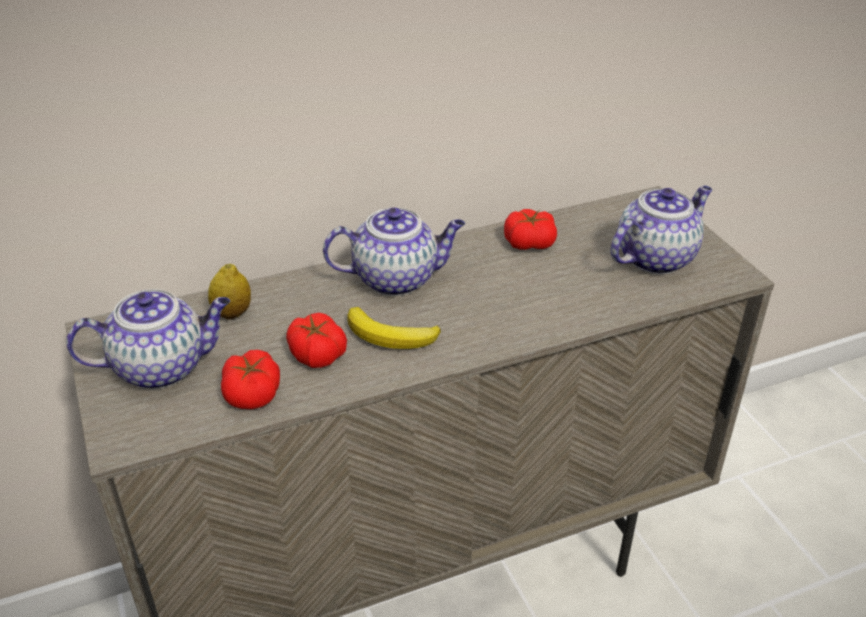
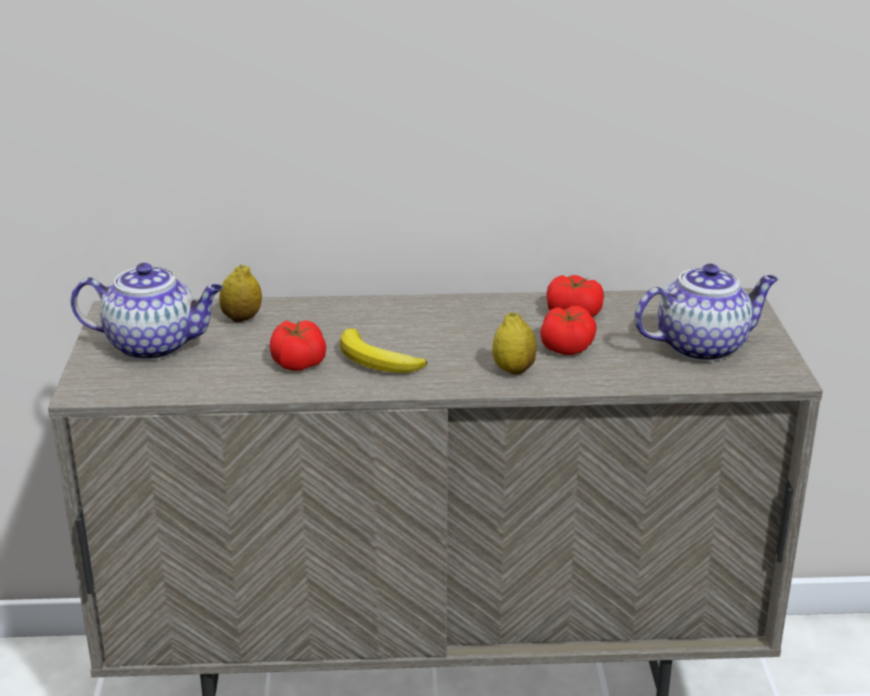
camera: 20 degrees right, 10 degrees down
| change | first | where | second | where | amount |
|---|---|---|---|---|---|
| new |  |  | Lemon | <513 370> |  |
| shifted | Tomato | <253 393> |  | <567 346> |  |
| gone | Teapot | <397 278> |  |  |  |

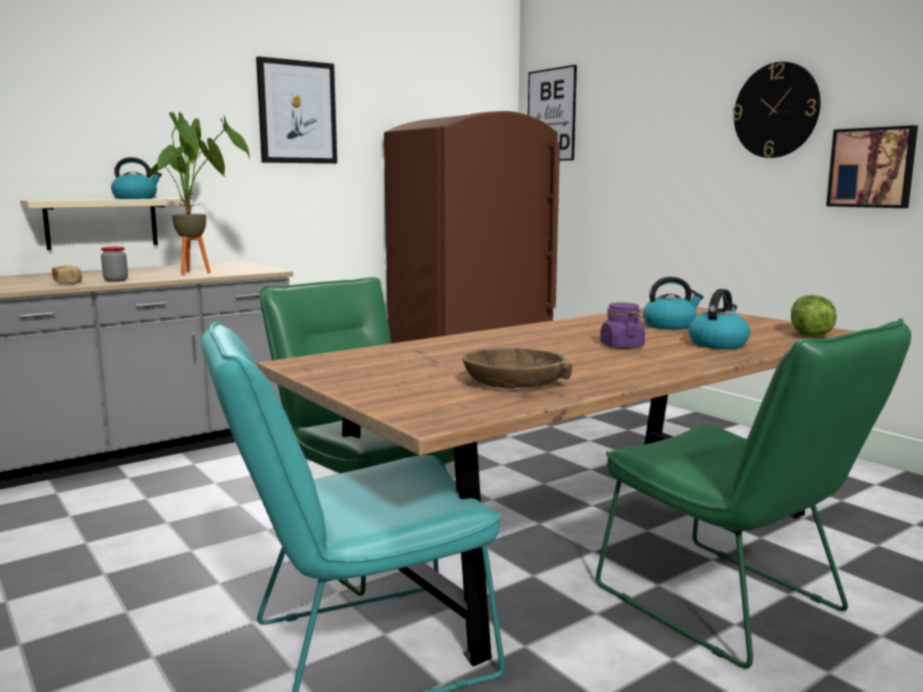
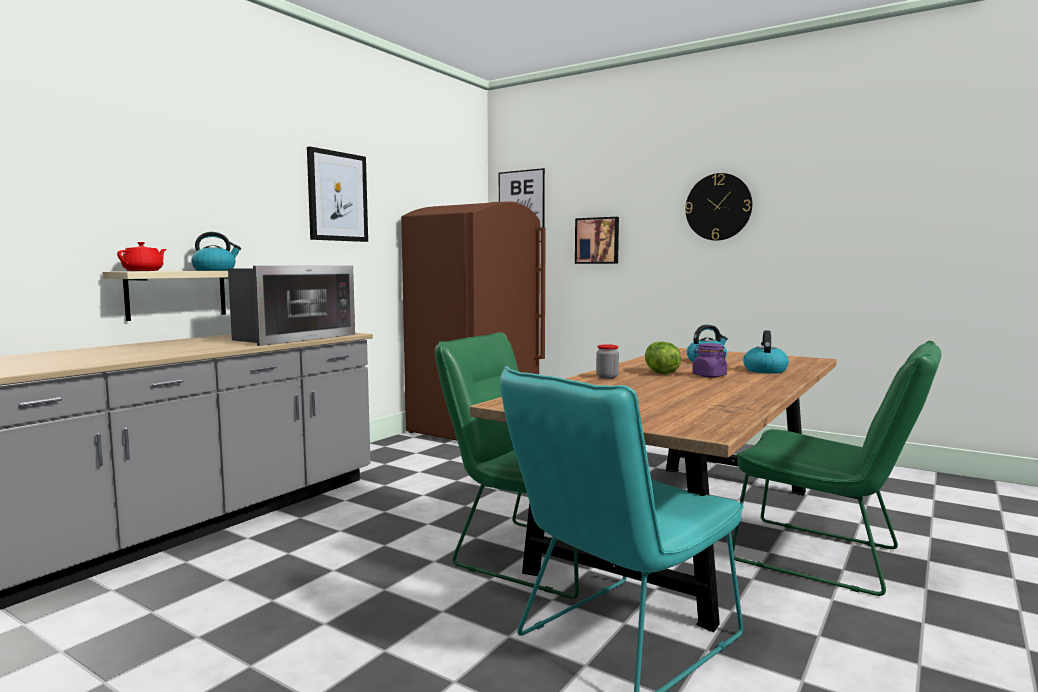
camera: 20 degrees left, 5 degrees down
| change | first | where | second | where | amount |
|---|---|---|---|---|---|
| new |  |  | RedTeapot | <144 271> |  |
| swapped | PottedPlant | <200 272> | Microwave | <291 338> |  |
| shifted | Picture | <872 167> |  | <597 240> |  |
| shifted | Jar | <116 280> |  | <607 377> |  |
| shifted | Lettuce | <808 334> |  | <660 373> |  |
| gone | Bread | <68 283> |  |  |  |
| gone | BrownBowl | <515 382> |  |  |  |

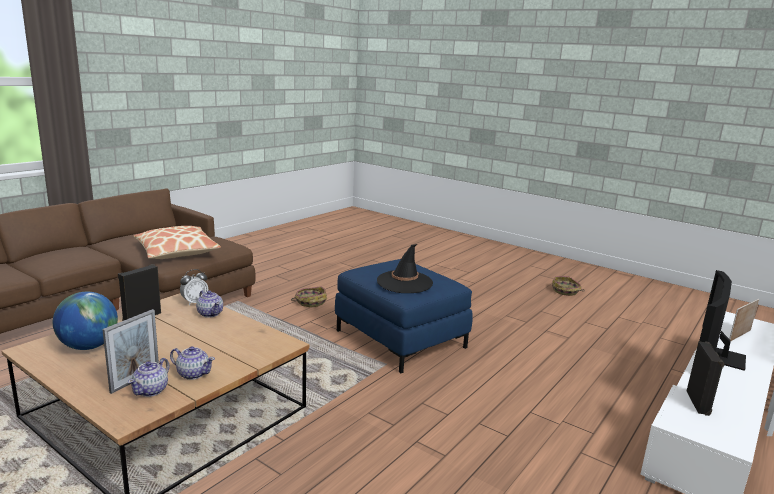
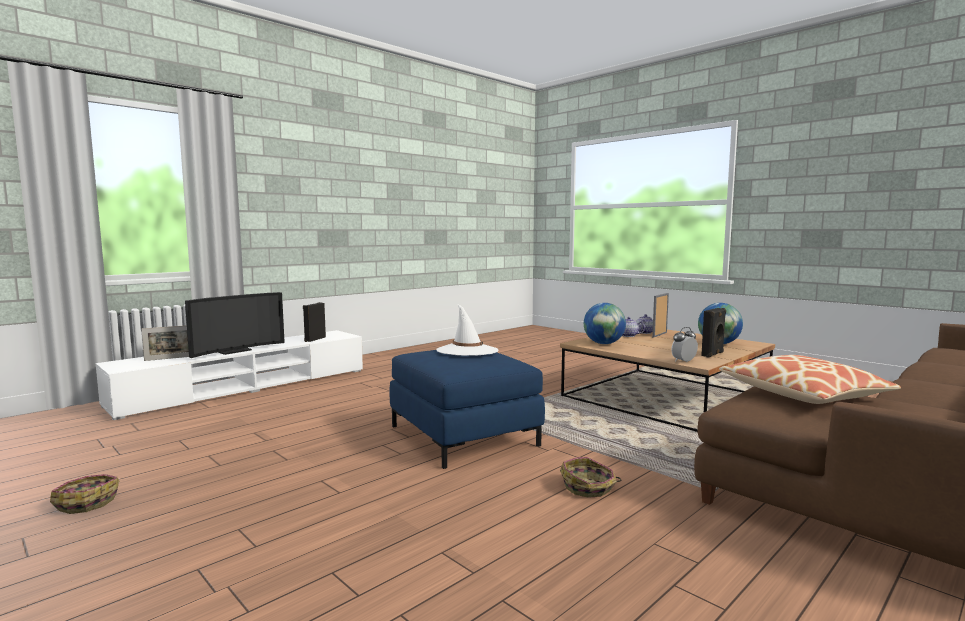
camera: 170 degrees left, 10 degrees down
| change | first | where | second | where | amount |
|---|---|---|---|---|---|
| repainted | BlackHat | <404 282> | WhiteHat | <467 351> |  |
| new |  |  | Globe | <604 344> |  |
| gone | Teapot | <210 313> |  |  |  |

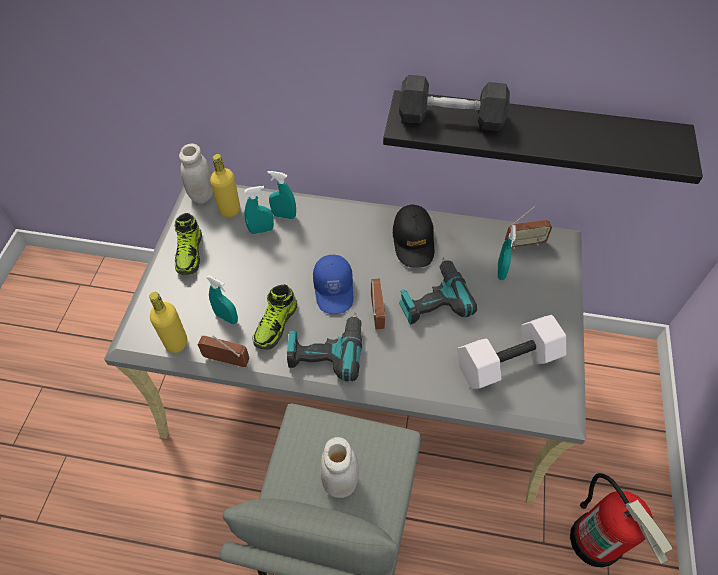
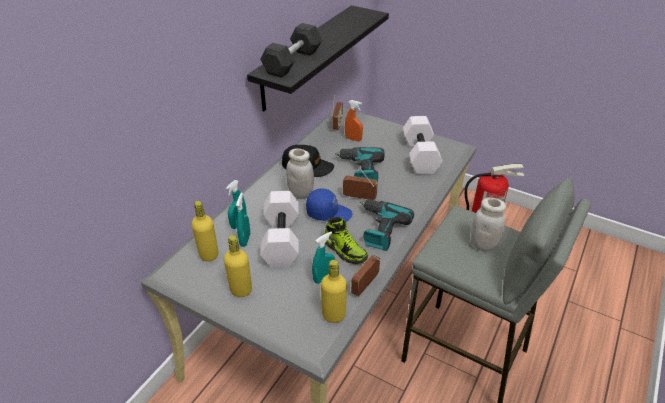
camera: 70 degrees left, 15 degrees down
| change | first | where | second | where | amount |
|---|---|---|---|---|---|
| swapped | Shoe | <190 253> | YellowBottle | <241 290> |  |
| new |  |  | WhiteDumbbell | <280 239> |  |
| shifted | WhiteJar | <202 195> |  | <301 193> |  |
| repainted | TurquoiseSprayBottle | <501 271> | OrangeSprayBottle | <353 139> |  |

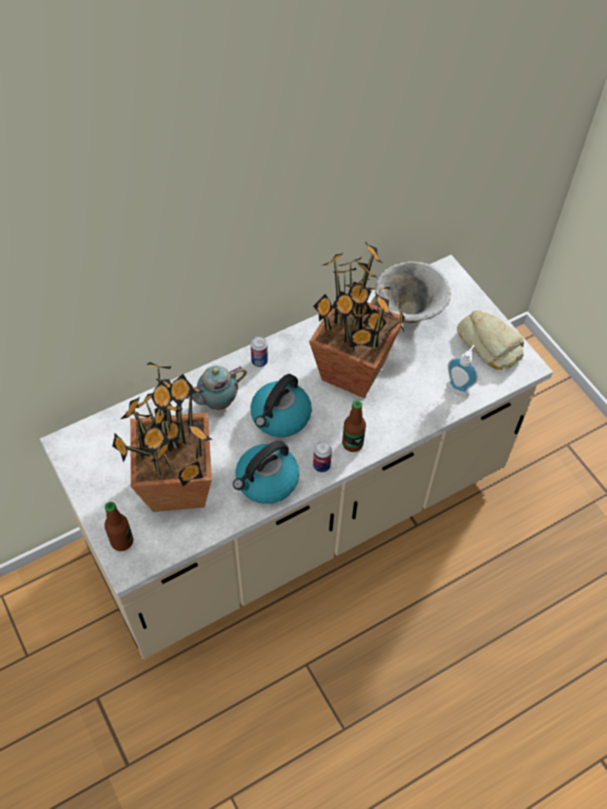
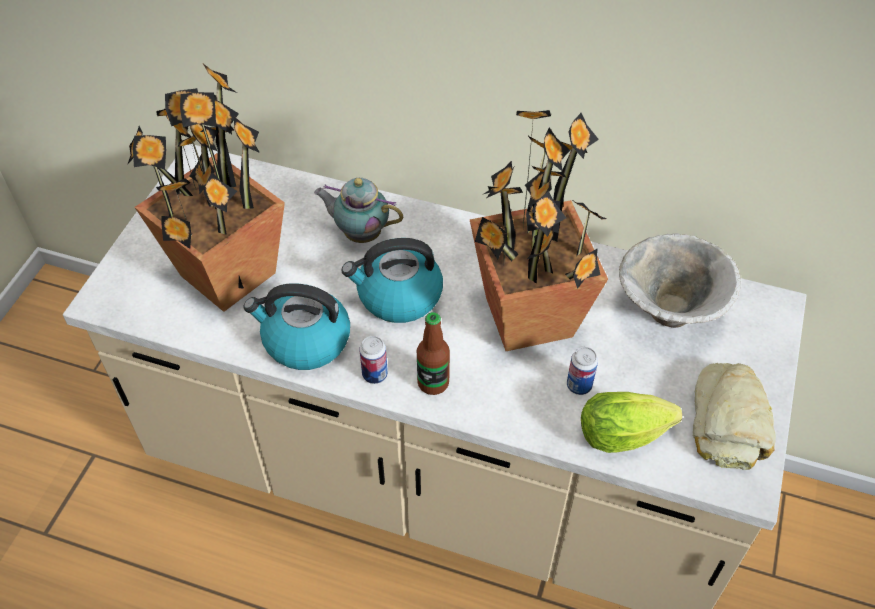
camera: 50 degrees right, 5 degrees down
| change | first | where | second | where | amount |
|---|---|---|---|---|---|
| shifted | Can | <259 361> |  | <579 385> |  |
| swapped | SoapDispenser | <459 388> | Lettuce | <627 434> |  |
| gone | Bottle | <122 541> |  |  |  |

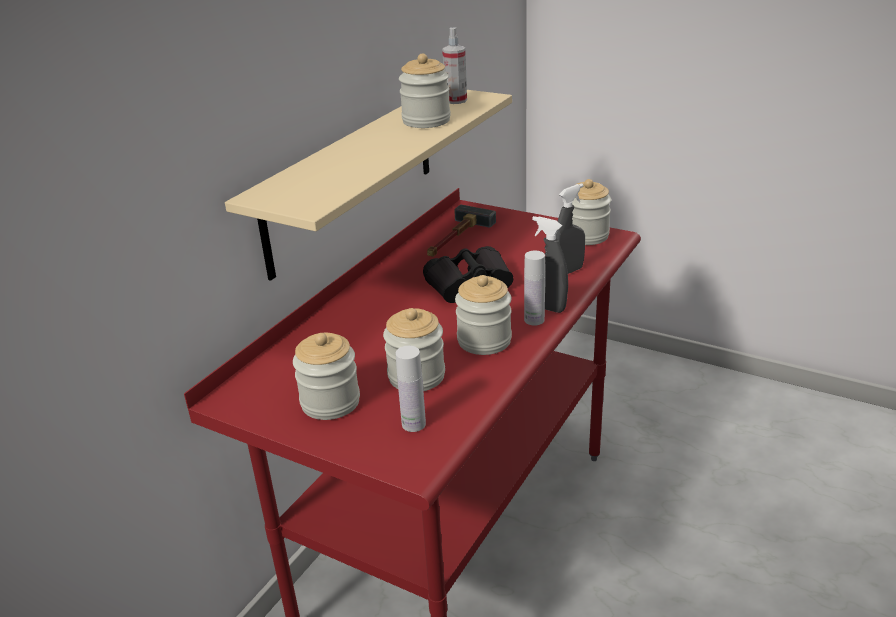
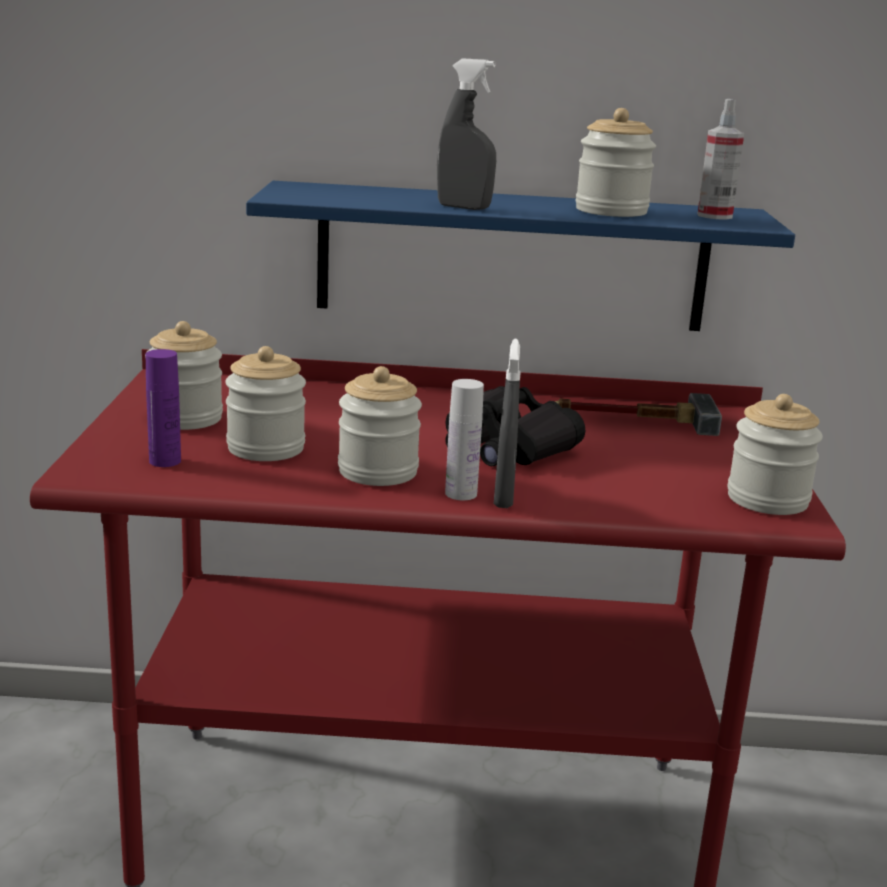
camera: 60 degrees right, 10 degrees down
| change | first | where | second | where | amount |
|---|---|---|---|---|---|
| repainted | WhiteBottle | <413 424> | PurpleBottle | <165 461> |  |
| repainted | BeigeShelf | <352 178> | BlueShelf | <512 257> |  |
| shifted | GreySprayBottle | <568 271> |  | <463 207> |  |

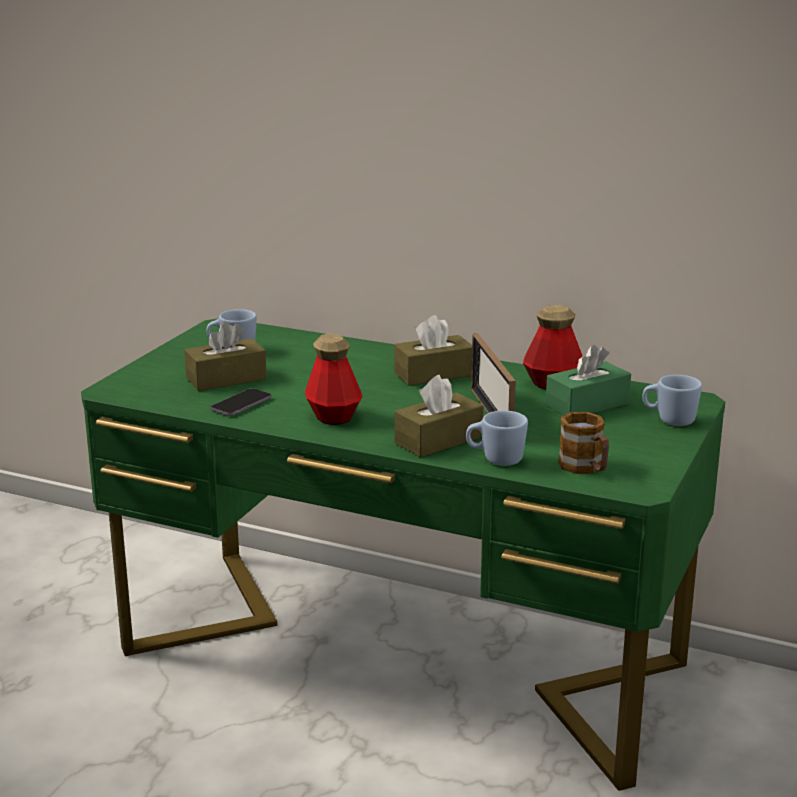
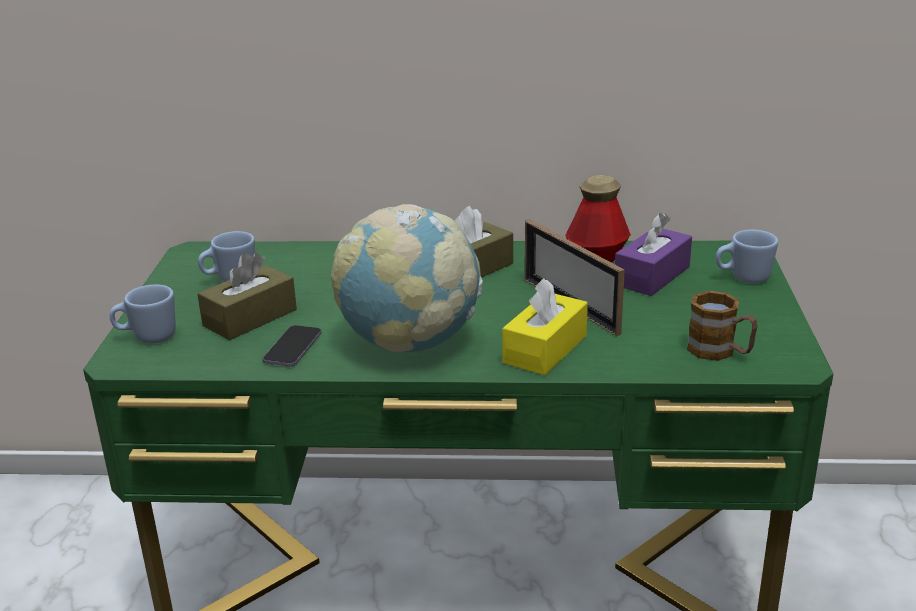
camera: 20 degrees left, 5 degrees up
| change | first | where | second | where | amount |
|---|---|---|---|---|---|
| shifted | BlueMug | <495 459> |  | <147 337> |  |
| swapped | Bottle | <334 417> | Globe | <409 343> |  |
| repainted | BrownTissueBox | <438 440> | YellowTissueBox | <545 349> |  |
| repainted | GreenTissueBox | <587 405> | PurpleTissueBox | <652 276> |  |

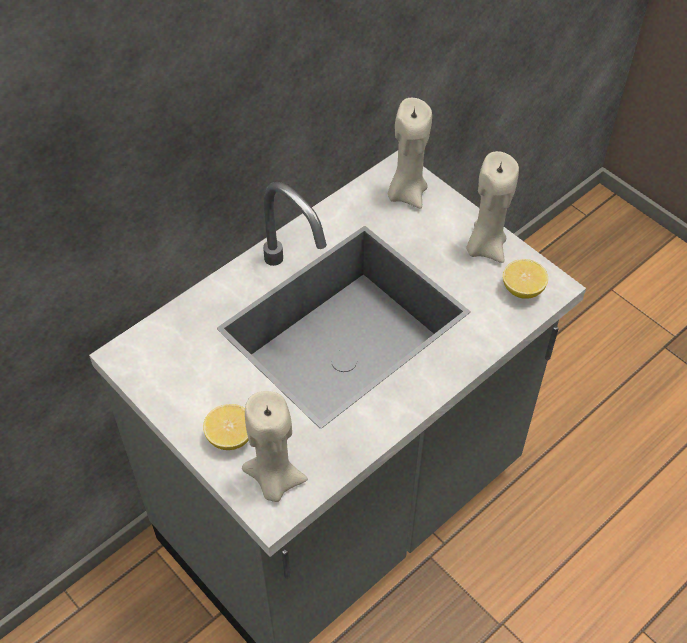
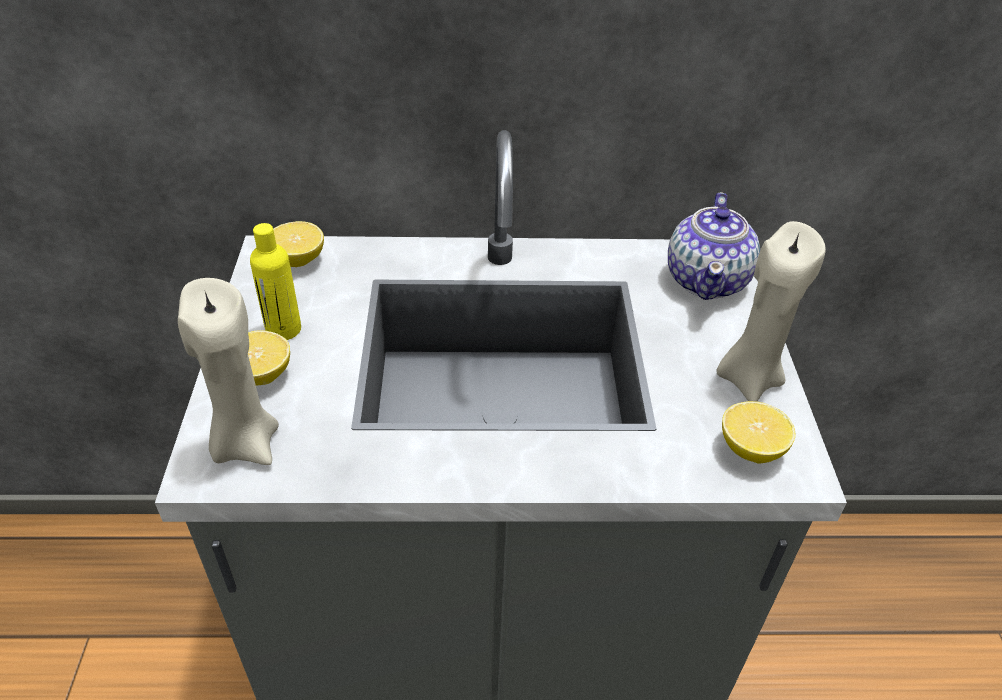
camera: 40 degrees right, 10 degrees down
| change | first | where | second | where | amount |
|---|---|---|---|---|---|
| new |  |  | YellowBottle | <283 329> |  |
| new |  |  | Lemon | <298 259> |  |
| swapped | BeigeCandle | <406 193> | Teapot | <707 280> |  |

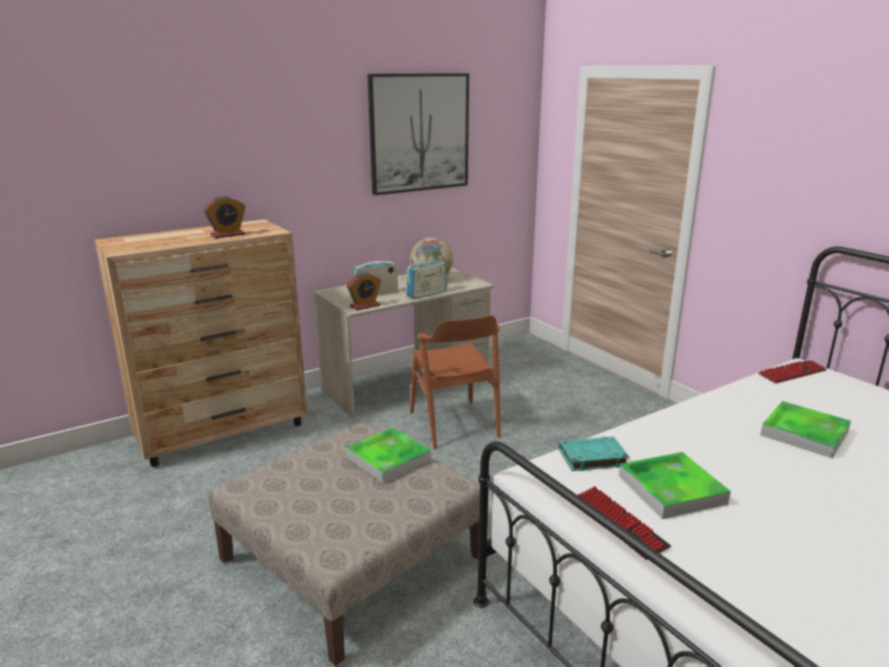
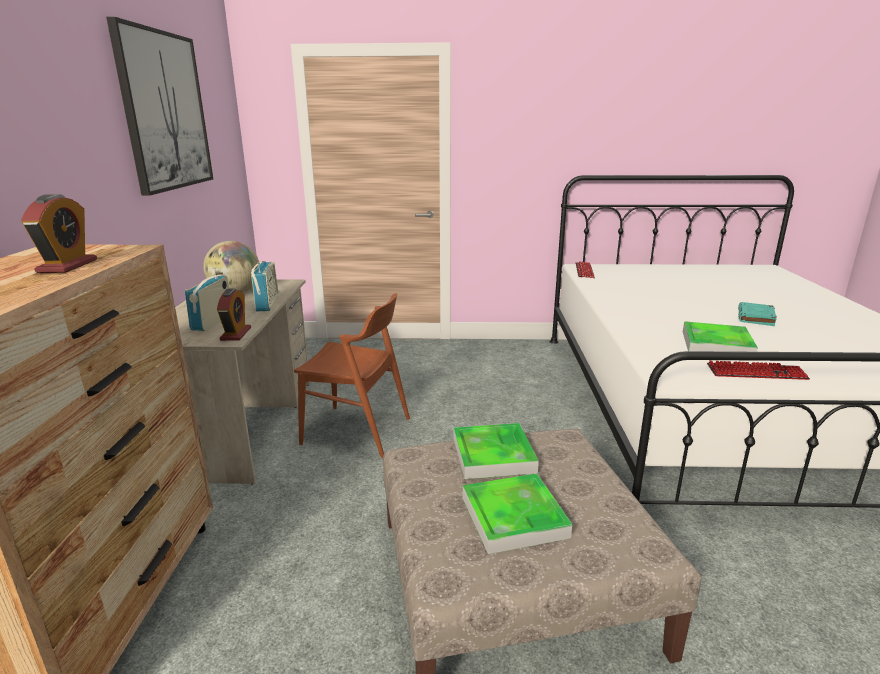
camera: 55 degrees left, 0 degrees up
| change | first | where | second | where | amount |
|---|---|---|---|---|---|
| shifted | Tray | <804 433> |  | <514 517> |  |
| shifted | TurquoiseBook | <592 458> |  | <756 317> |  |

